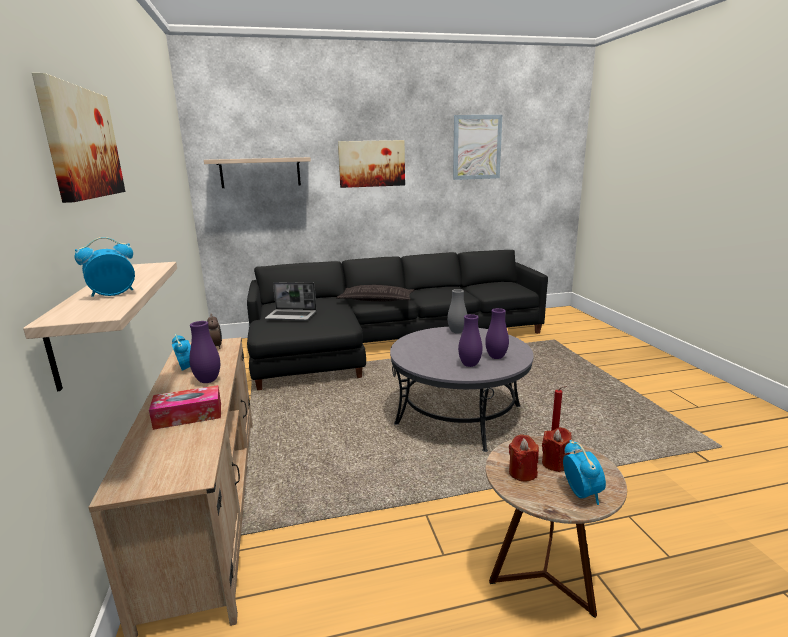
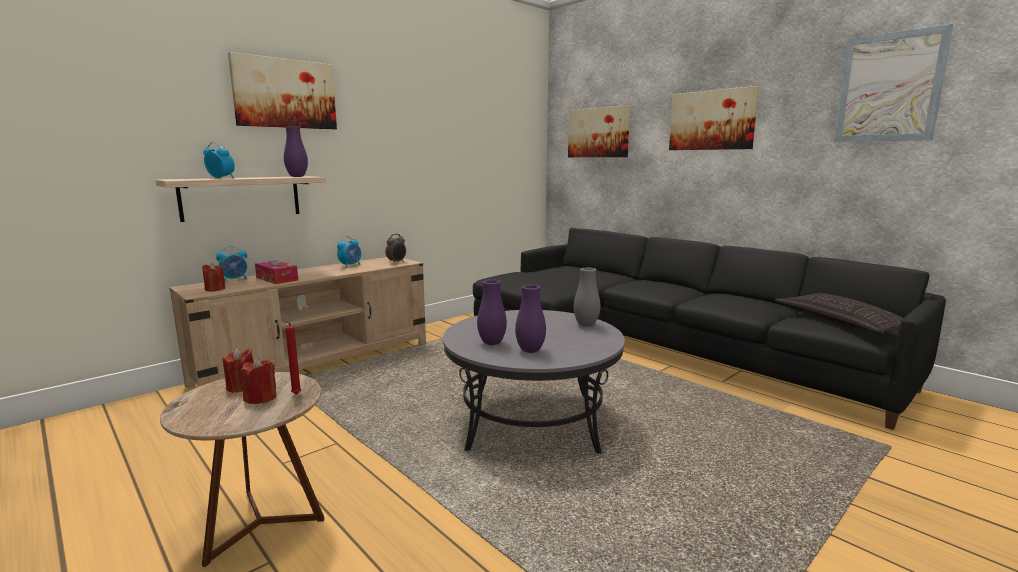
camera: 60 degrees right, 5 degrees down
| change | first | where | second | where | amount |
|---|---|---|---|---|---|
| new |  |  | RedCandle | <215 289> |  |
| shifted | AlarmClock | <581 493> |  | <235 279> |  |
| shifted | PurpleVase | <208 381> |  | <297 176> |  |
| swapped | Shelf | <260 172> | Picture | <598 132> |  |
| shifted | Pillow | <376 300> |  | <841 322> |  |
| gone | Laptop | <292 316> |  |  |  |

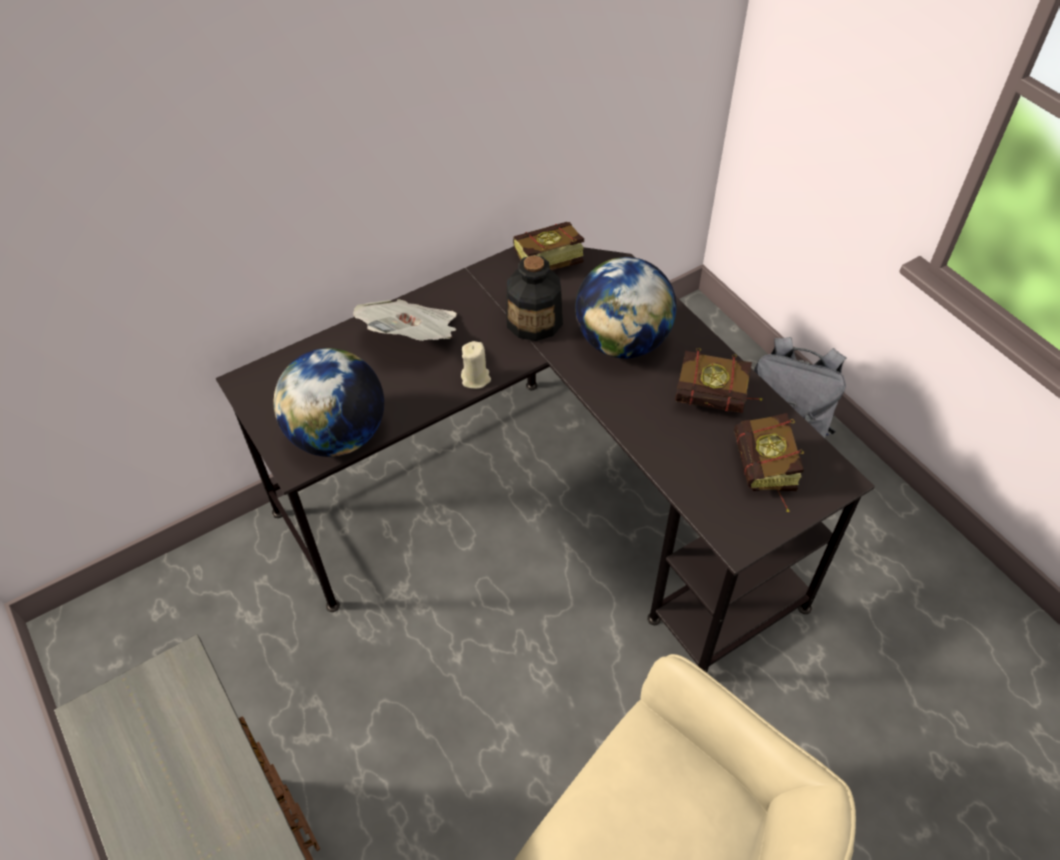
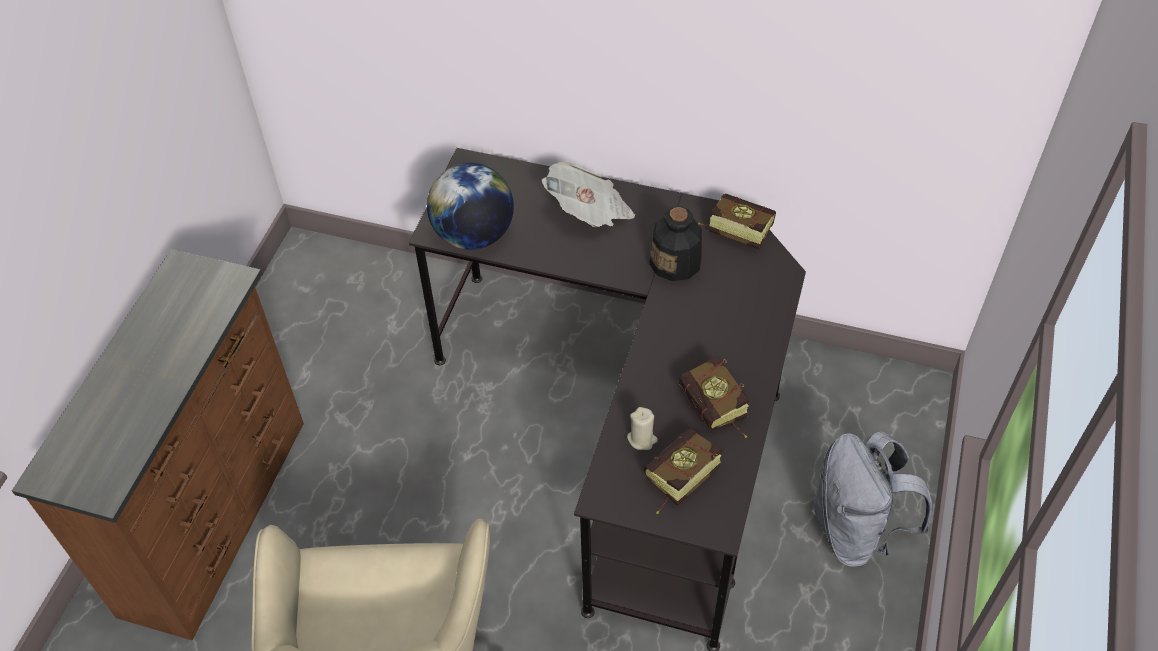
camera: 50 degrees right, 0 degrees up
| change | first | where | second | where | amount |
|---|---|---|---|---|---|
| shifted | BeigeCandle | <476 378> |  | <642 439> |  |
| gone | Globe | <622 342> |  |  |  |

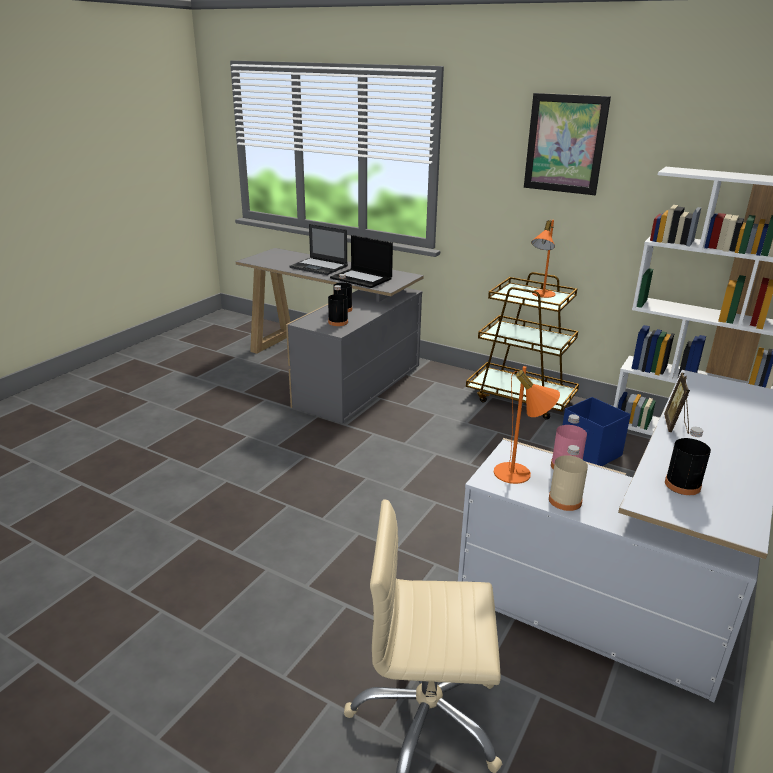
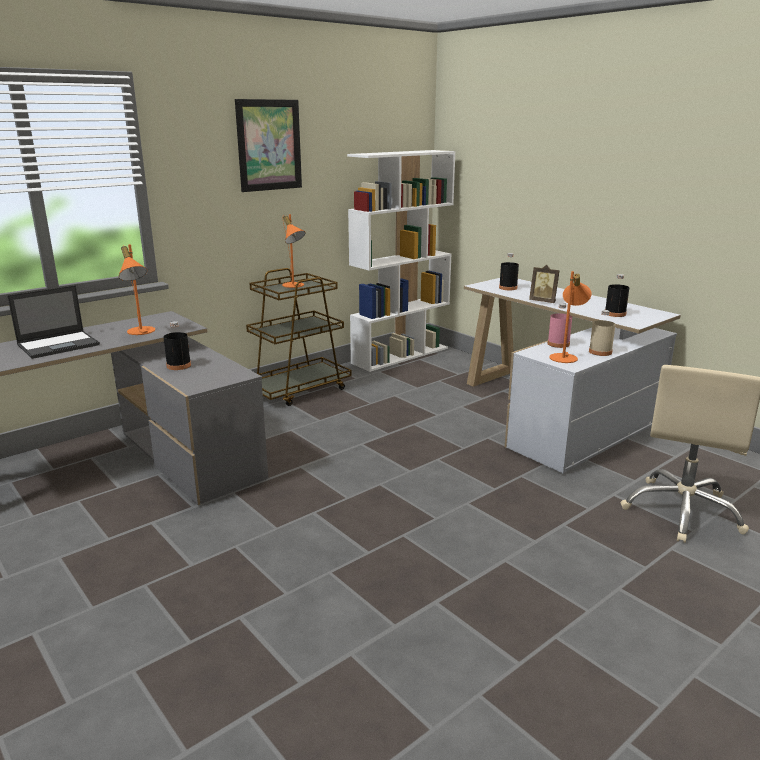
camera: 70 degrees left, 5 degrees down
| change | first | where | second | where | amount |
|---|---|---|---|---|---|
| swapped | Laptop | <362 278> | OrangeTableLamp | <141 332> |  |
| shifted | BlackBottle | <338 322> |  | <508 288> |  |
| gone | BlueStorageBox | <590 453> |  |  |  |

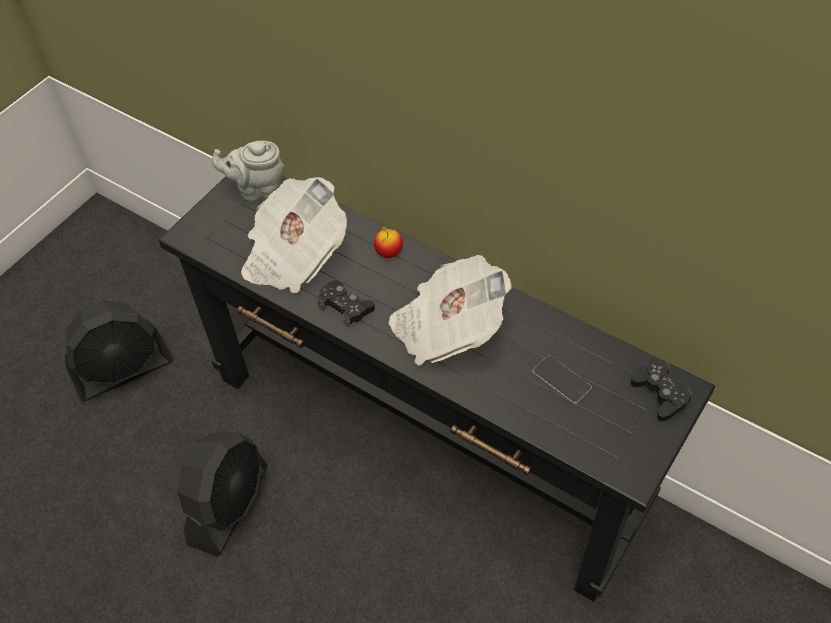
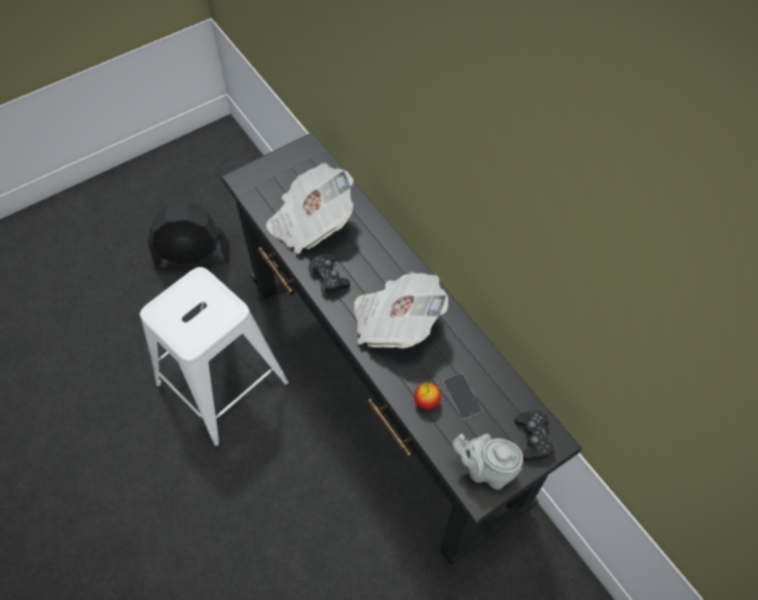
camera: 20 degrees right, 5 degrees up
| change | first | where | second | where | amount |
|---|---|---|---|---|---|
| swapped | BlackFan | <229 505> | WhiteStool | <222 384> |  |
| shifted | Apple | <389 253> |  | <426 401> |  |
| shifted | GreyTeapot | <258 190> |  | <486 470> |  |

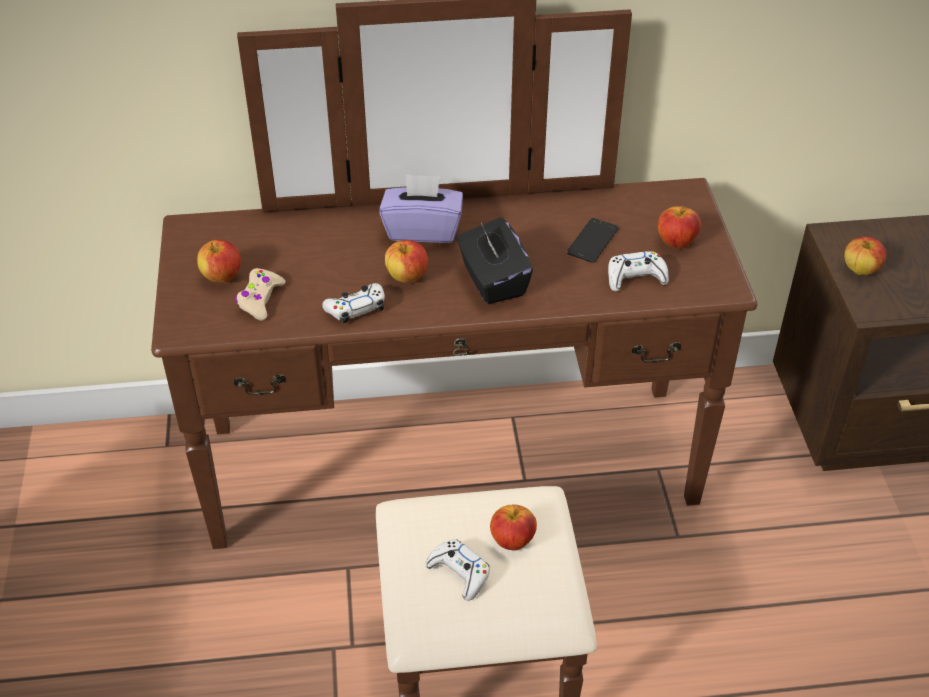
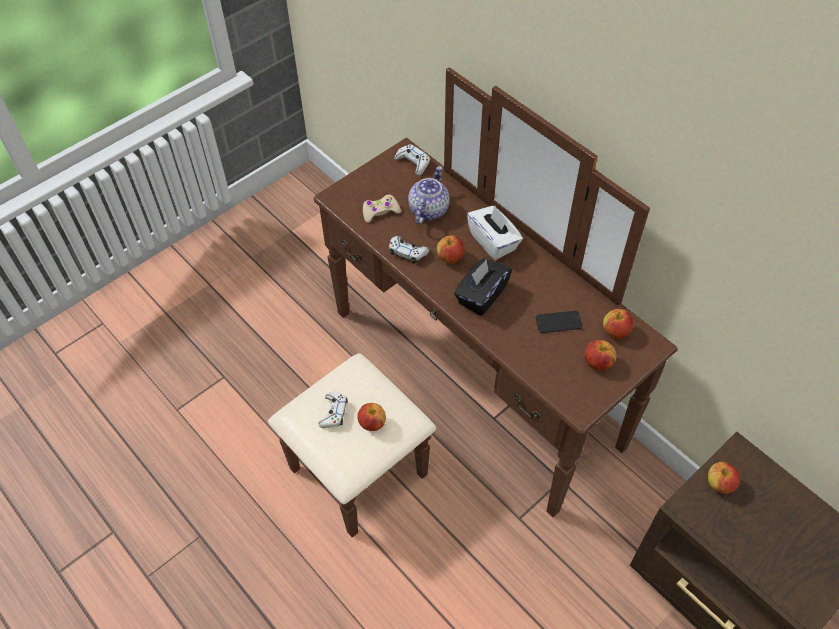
camera: 55 degrees right, 10 degrees up
| change | first | where | second | where | amount |
|---|---|---|---|---|---|
| shifted | WhiteGameController | <635 277> |  | <413 162> |  |
| new |  |  | Teapot | <428 209> |  |
| repainted | PurpleTissueBox | <422 230> | WhiteTissueBox | <493 242> |  |
| shifted | Apple | <222 276> |  | <615 332> |  |

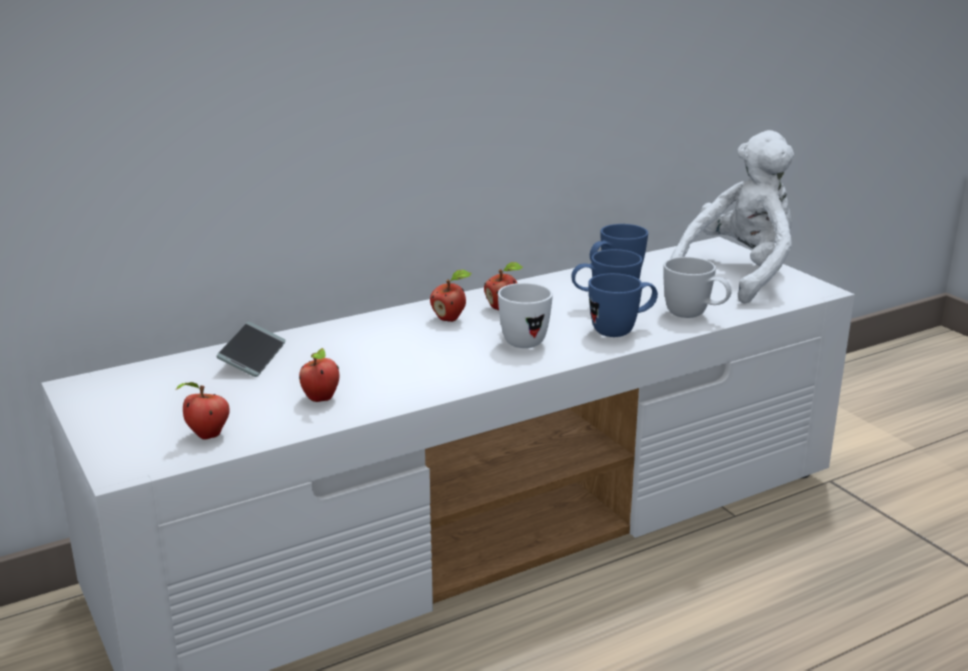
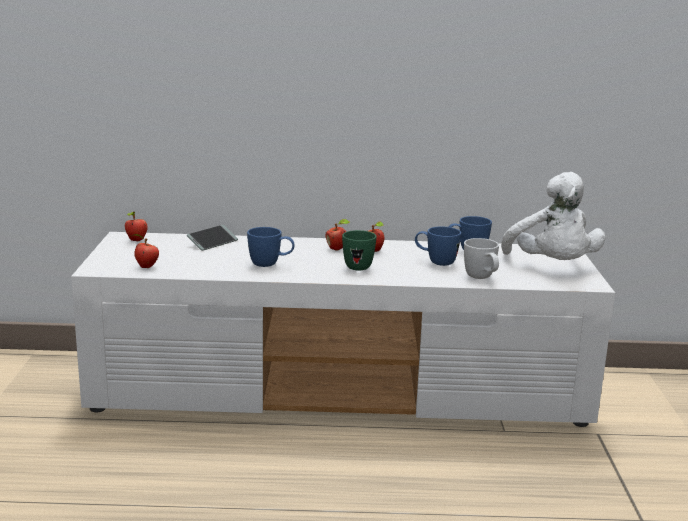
camera: 30 degrees right, 5 degrees down
| change | first | where | second | where | amount |
|---|---|---|---|---|---|
| shifted | Apple | <322 399> |  | <136 240> |  |
| shifted | BlueMug | <621 330> |  | <270 265> |  |
| repainted | WhiteMug | <520 339> | GreenMug | <359 266> |  |
| rotated | WhitePlushToy | <739 274> |  | <552 266> | 90 degrees clockwise |

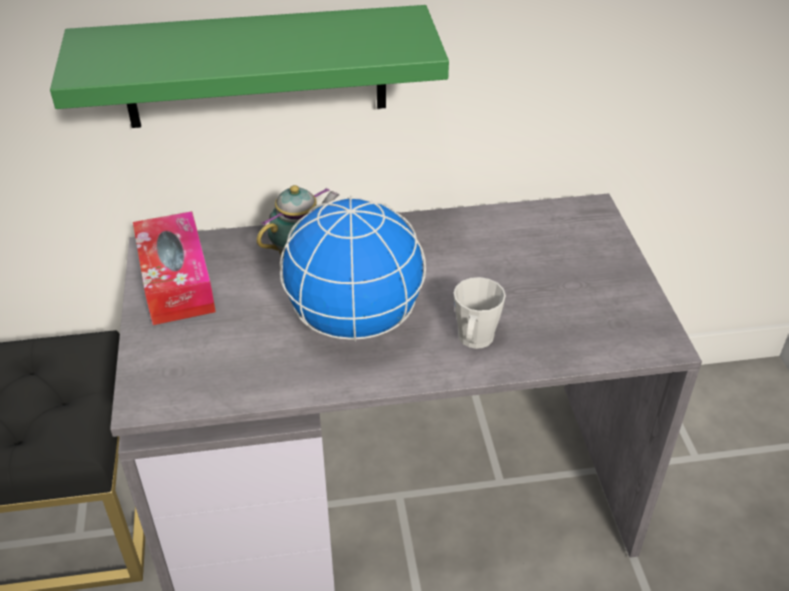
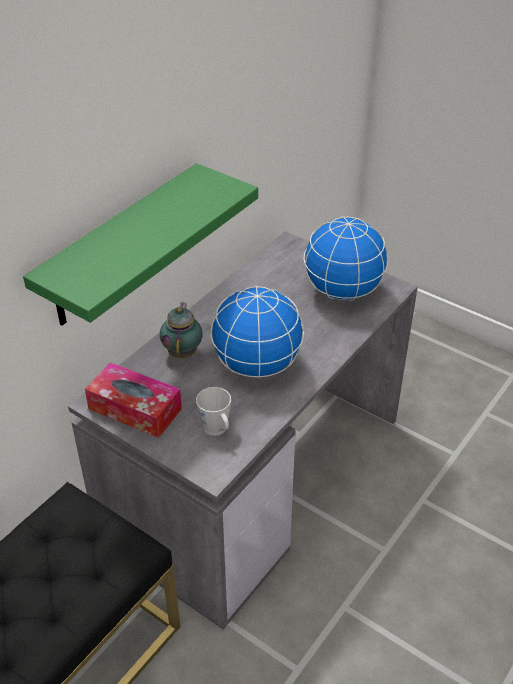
camera: 45 degrees left, 0 degrees up
| change | first | where | second | where | amount |
|---|---|---|---|---|---|
| shifted | GreyMug | <474 341> |  | <217 429> |  |
| new |  |  | Globe | <342 291> |  |

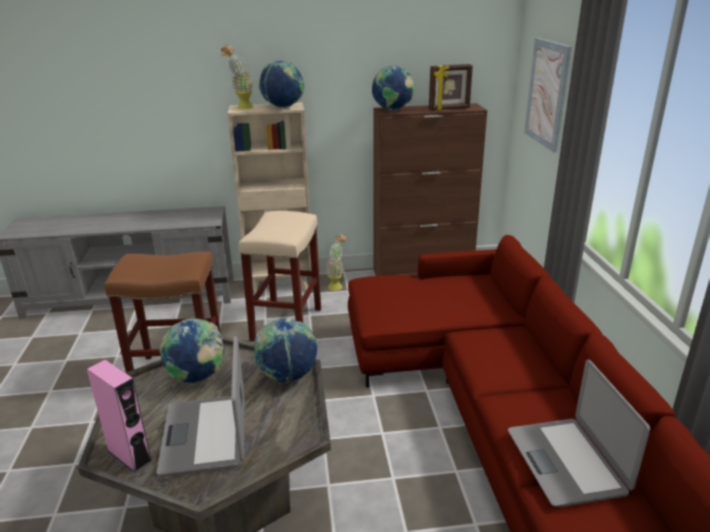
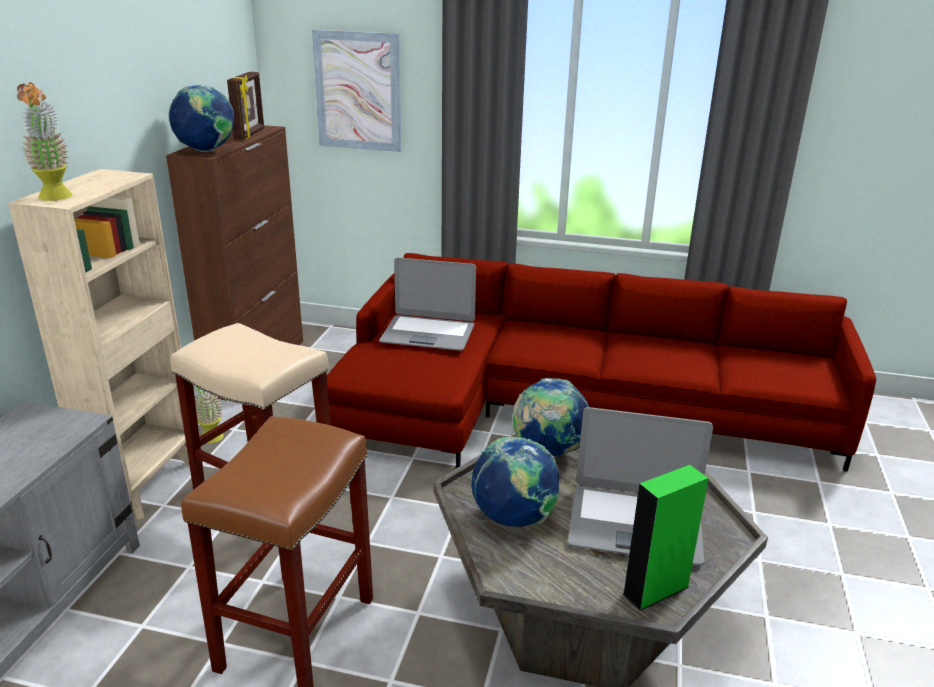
camera: 70 degrees left, 0 degrees up
| change | first | where | second | where | amount |
|---|---|---|---|---|---|
| shifted | Laptop | <567 461> |  | <428 334> |  |
| repainted | PinkSpeaker | <129 455> | GreenSpeaker | <656 590> |  |
| gone | Globe | <283 107> |  |  |  |

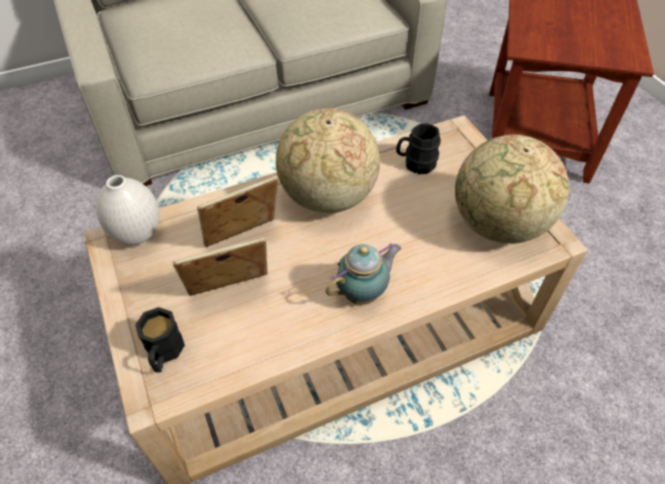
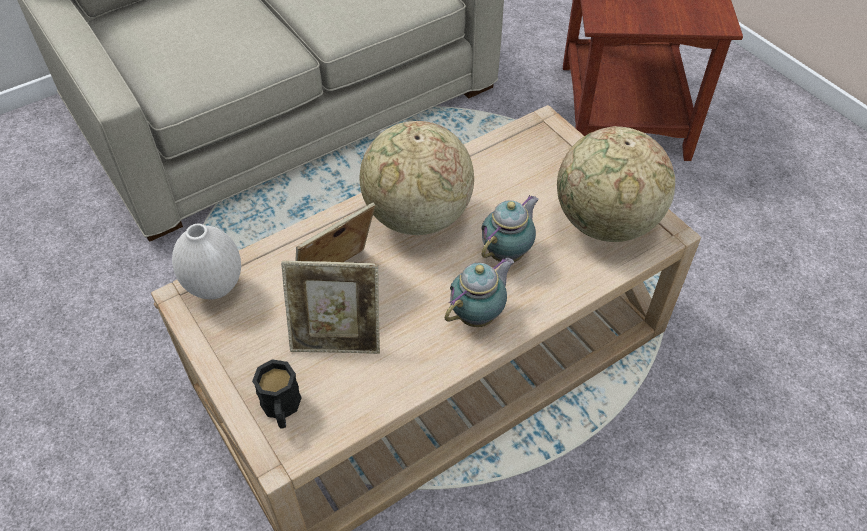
camera: 10 degrees left, 0 degrees up
| change | first | where | second | where | amount |
|---|---|---|---|---|---|
| rotated | PictureFrame | <231 295> |  | <337 338> | 150 degrees counterclockwise |
| new |  |  | Teapot | <508 253> |  |
| gone | BlackMug | <415 163> |  |  |  |

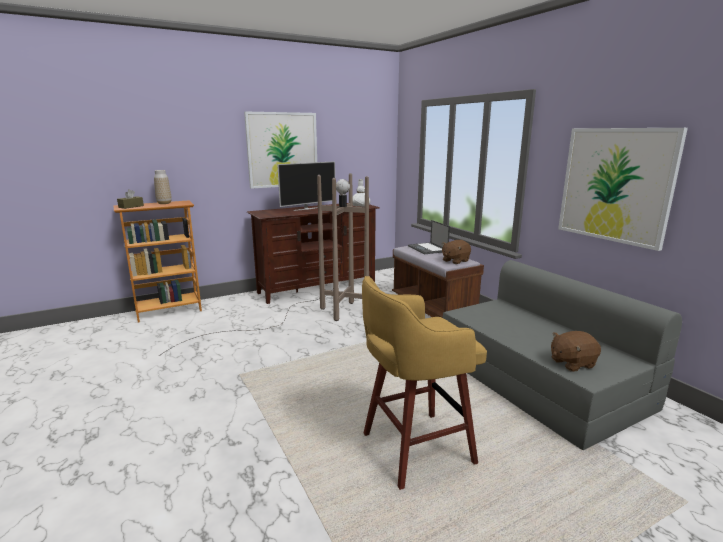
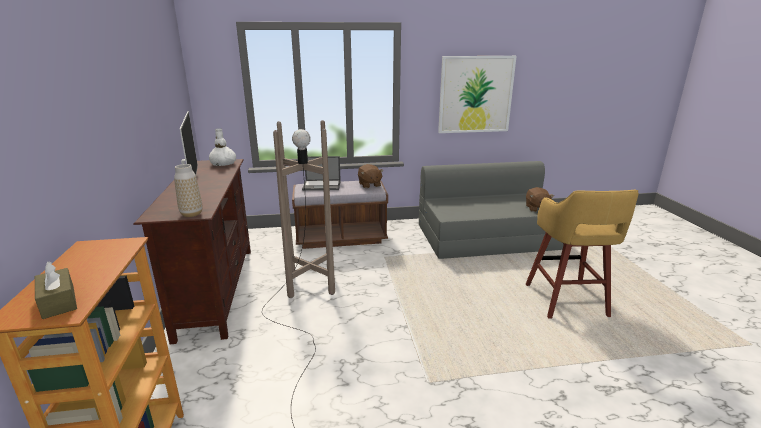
camera: 70 degrees left, 5 degrees up
| change | first | where | second | where | amount |
|---|---|---|---|---|---|
| shifted | Vase | <164 203> |  | <191 214> |  |
| gone | Picture | <282 150> |  |  |  |

